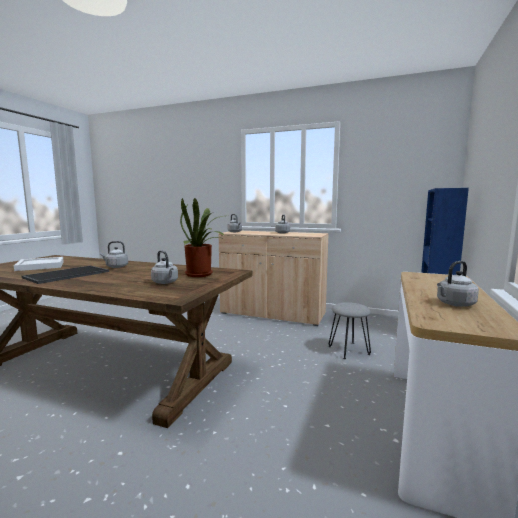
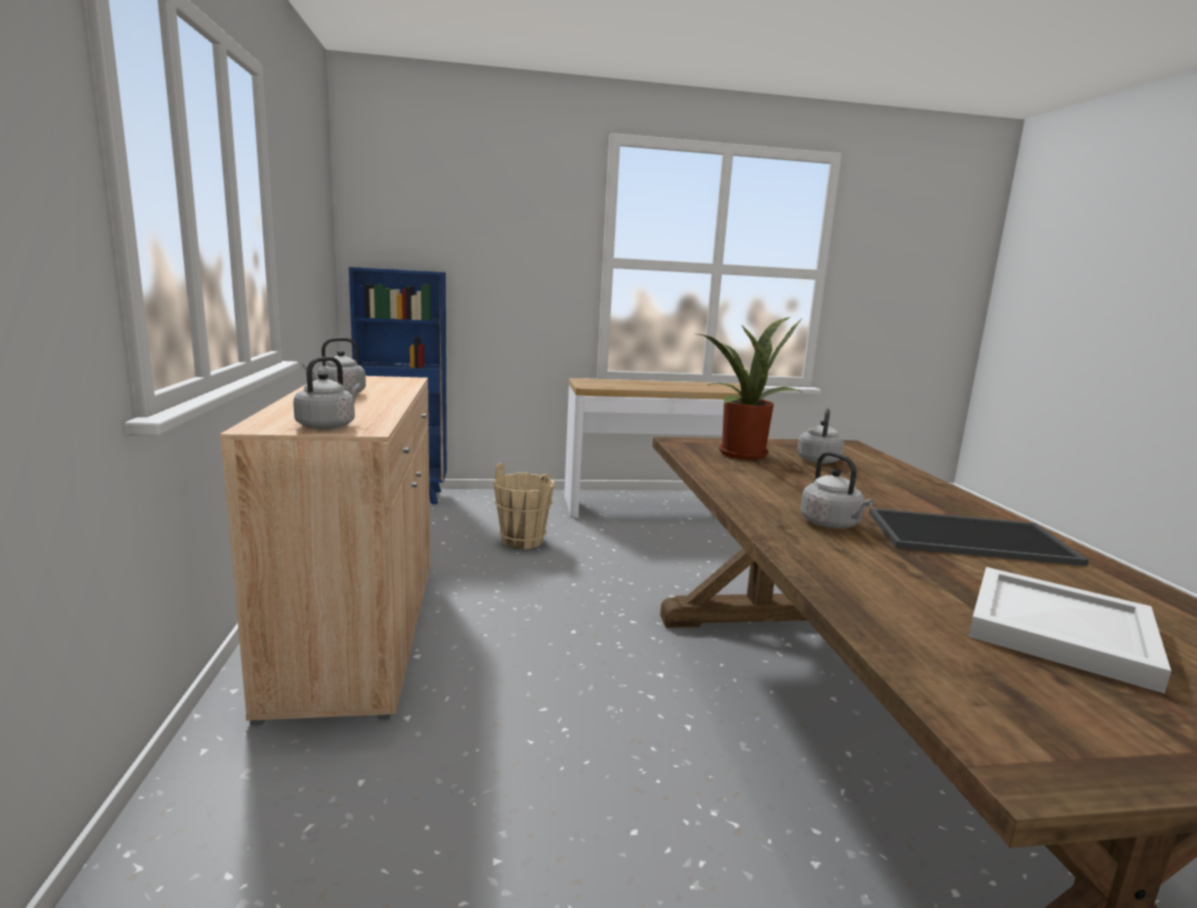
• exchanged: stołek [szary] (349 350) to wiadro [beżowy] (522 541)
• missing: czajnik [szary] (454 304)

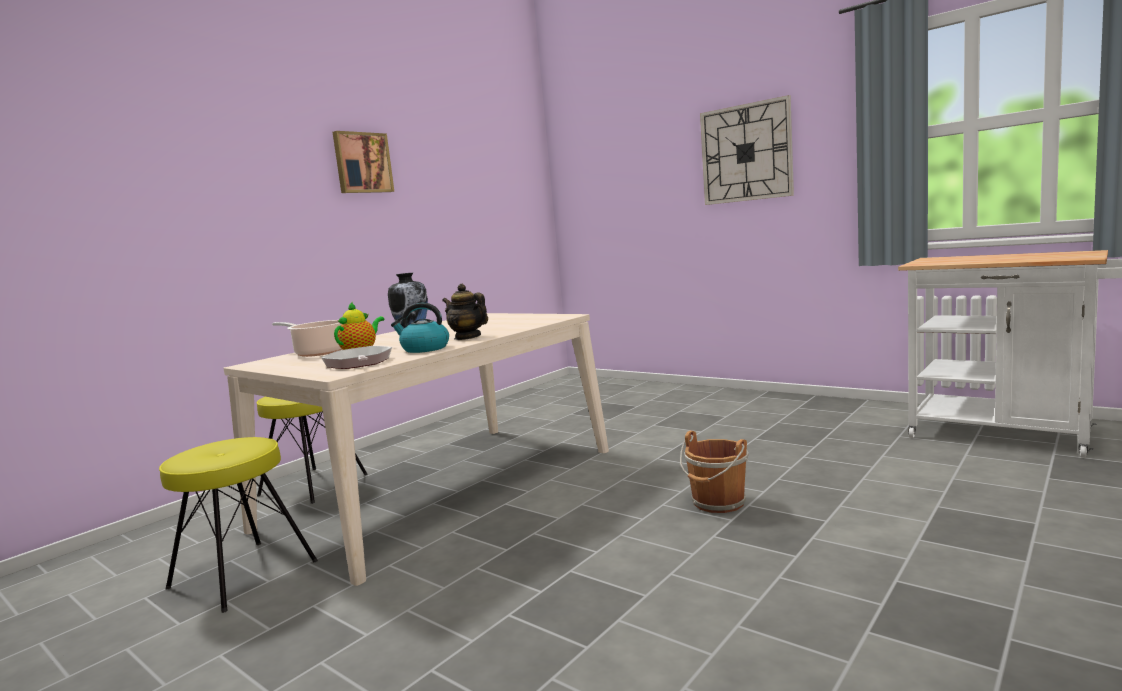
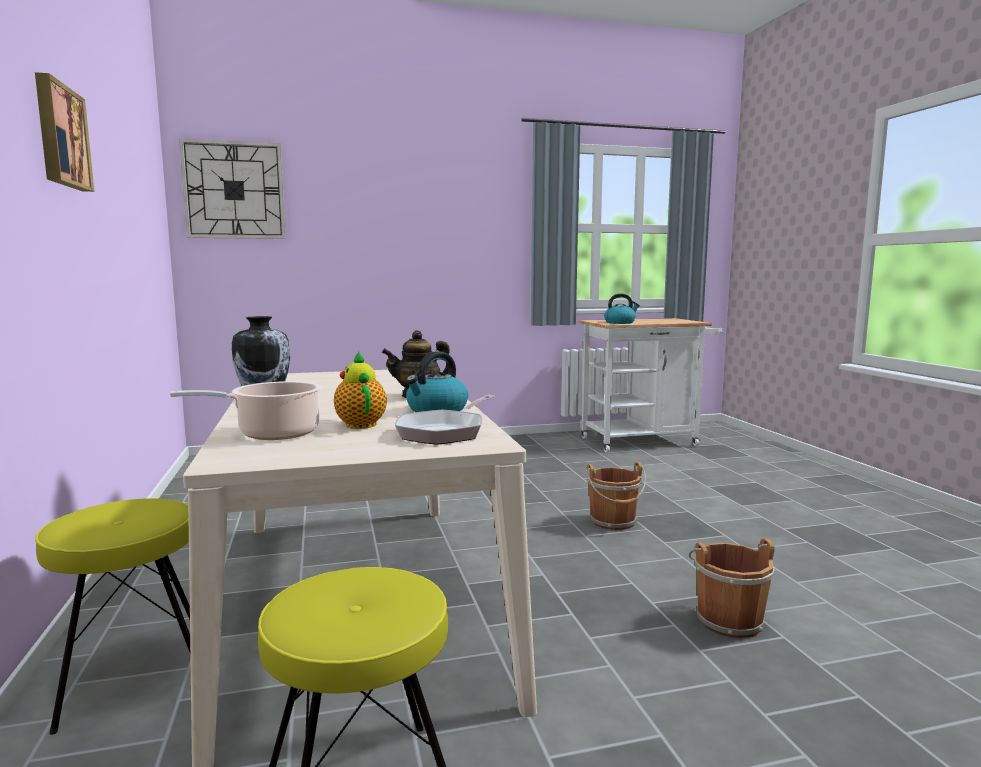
• spun: patelnia (359 364) = (445 432) 75 degrees counterclockwise
• relocated: zegar ścienny (746 153) to (234 190)
• appeared: czajnik (620 322)
• appeared: wiadro [brązowy] (727 619)

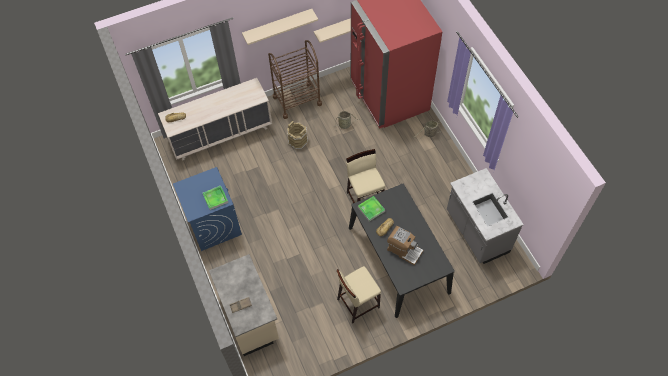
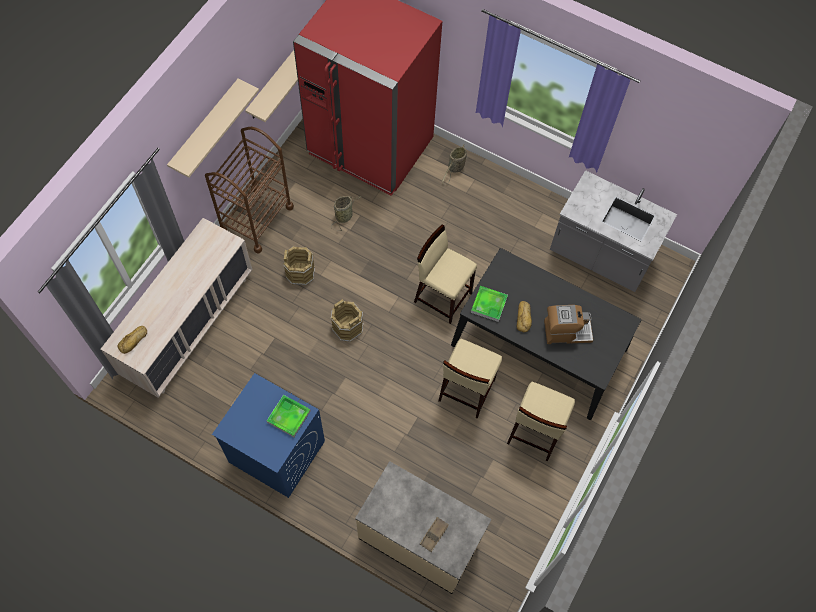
• appeared: wiadro [brązowy] (347 327)
• appeared: stołek [beżowy] (466 390)

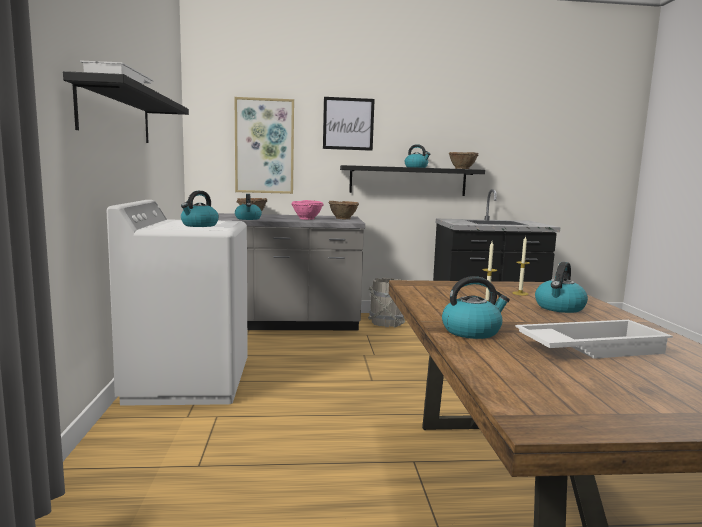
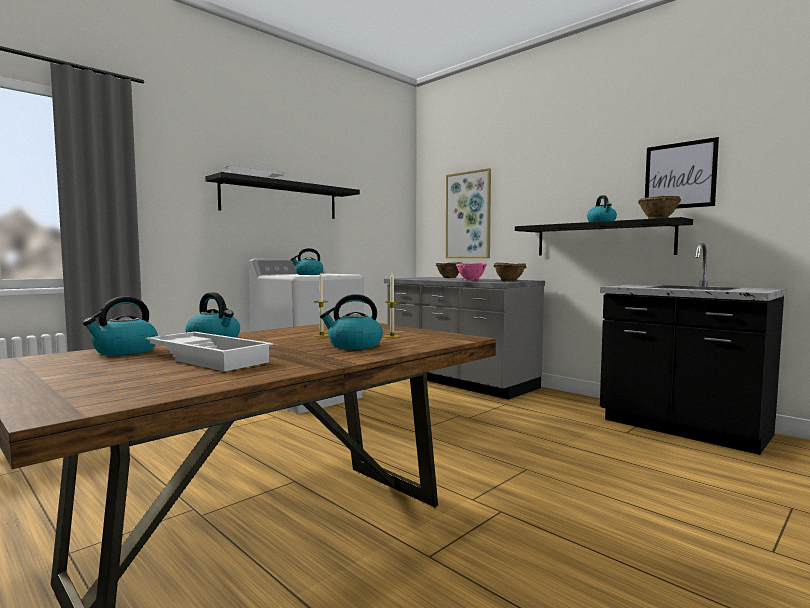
• relocated: czajnik (248 219) to (125 351)
• relocated: obraz (348 124) to (680 175)
• missing: wiadro [szary] (386 323)

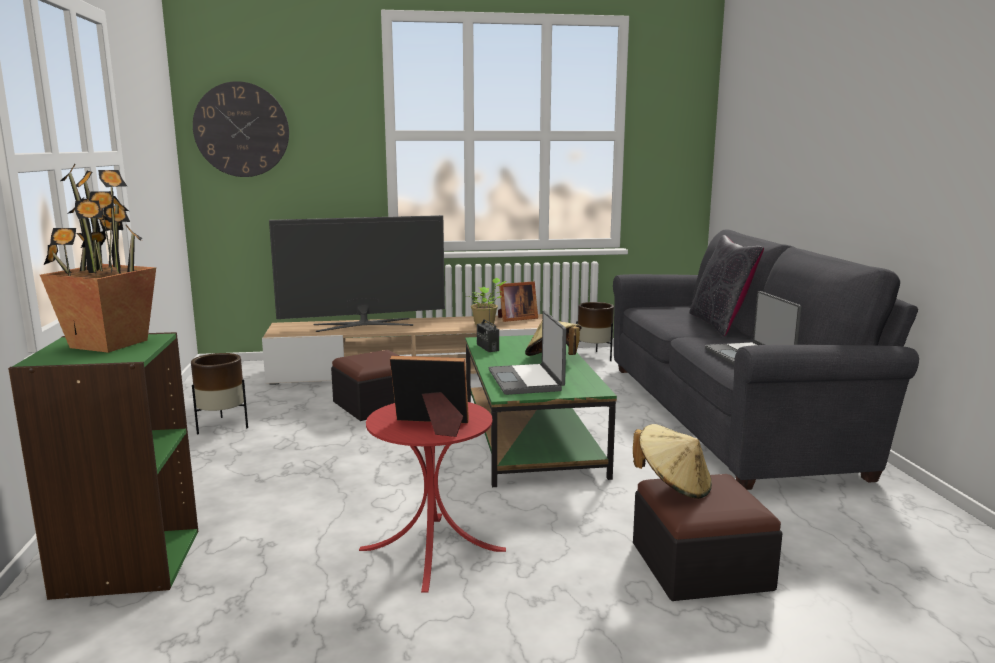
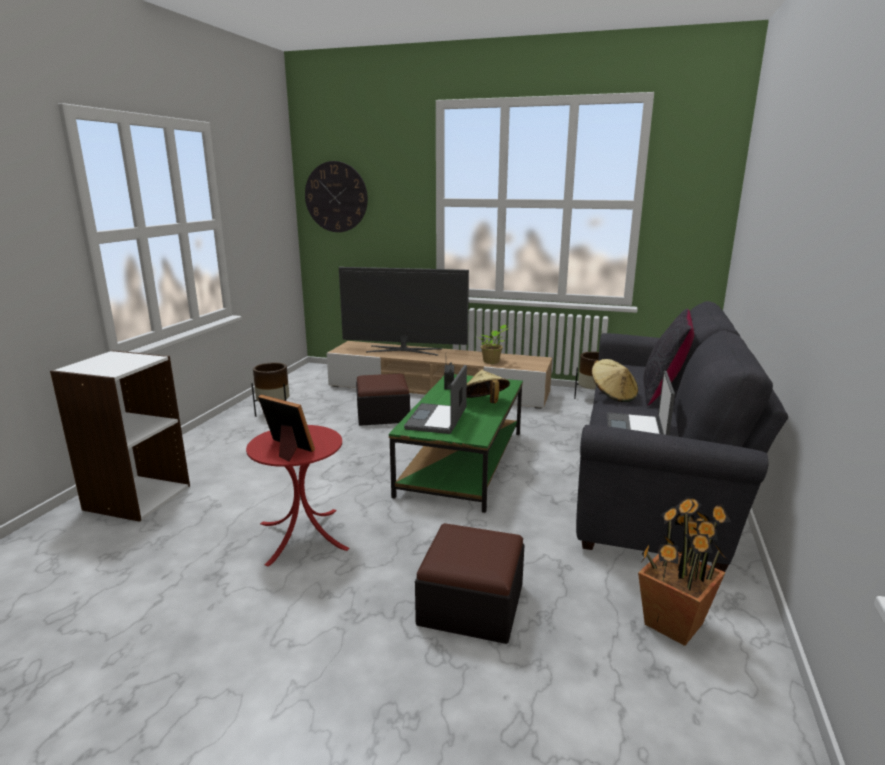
• colour: regał [zielony] (127 562) to regał [biały] (137 497)
• relocated: roślina doniczkowa (109 343) to (673 623)
• missing: ramka na zdjęcie (515 319)
• relocated: kapelusz [beżowy] (673 486) to (613 395)

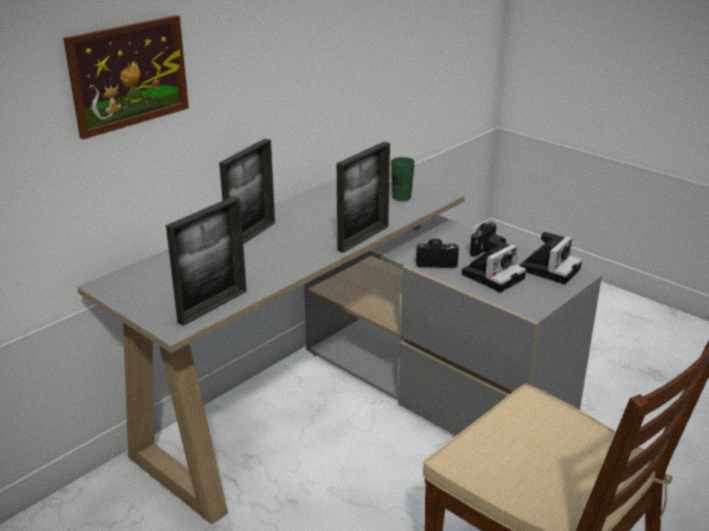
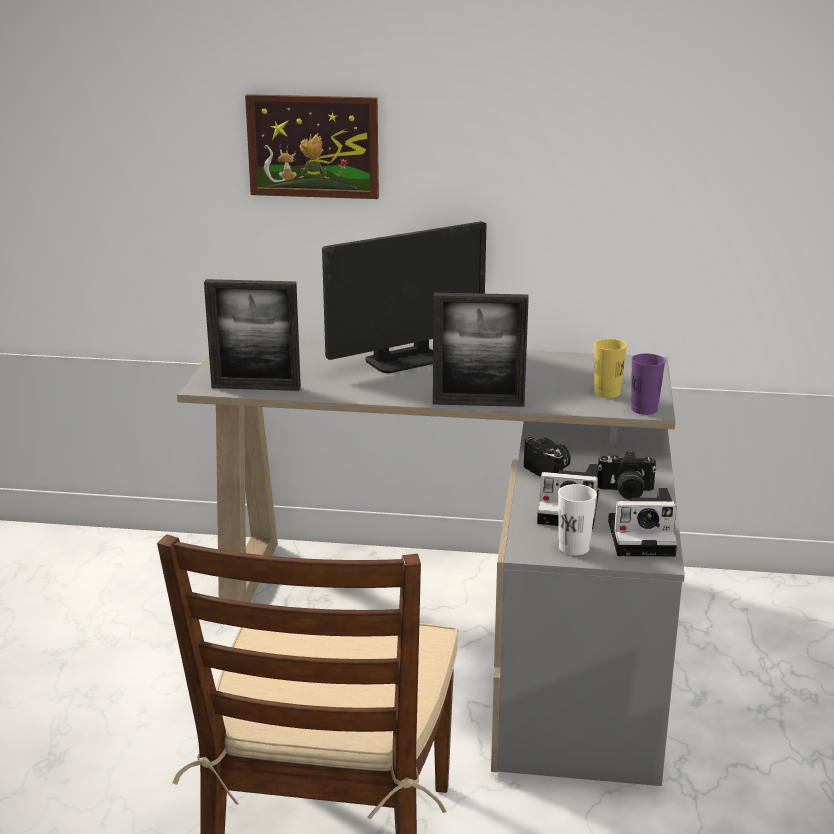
• exchanged: ramka na zdjęcie (251 236) to monitor (404 360)
• colour: filiżanka [zielony] (401 197) to filiżanka [żółty] (607 393)
• appeared: filiżanka [biały] (574 548)
• appeared: filiżanka [fioletowy] (644 409)

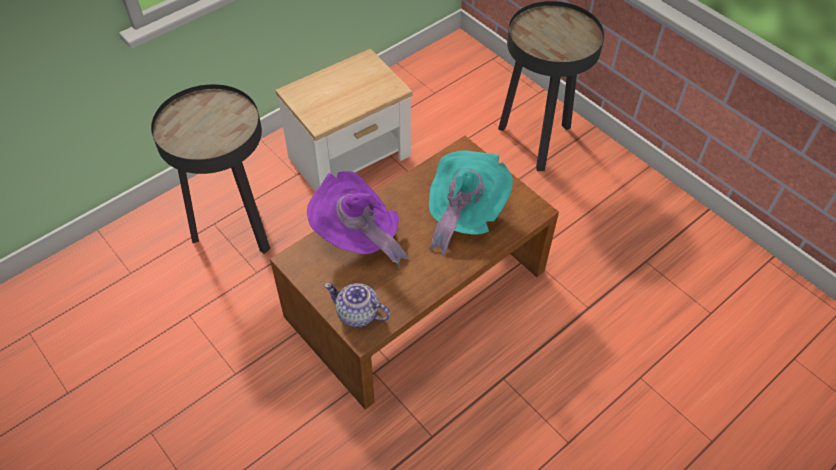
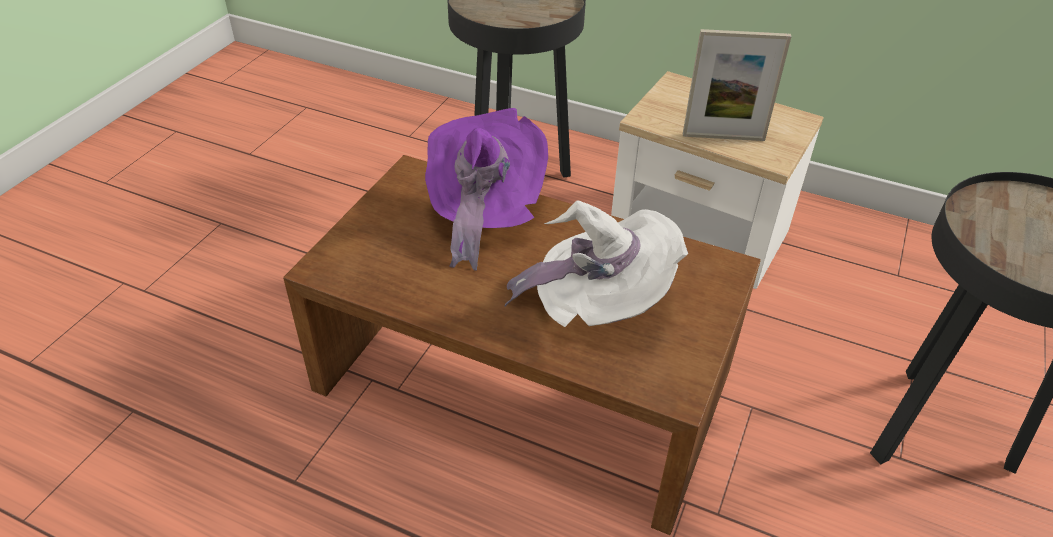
• missing: imbryk (358 314)
• colour: kapelusz [turkusowy] (463 214) to kapelusz [biały] (600 304)
• appeared: ramka na zdjęcie (723 137)

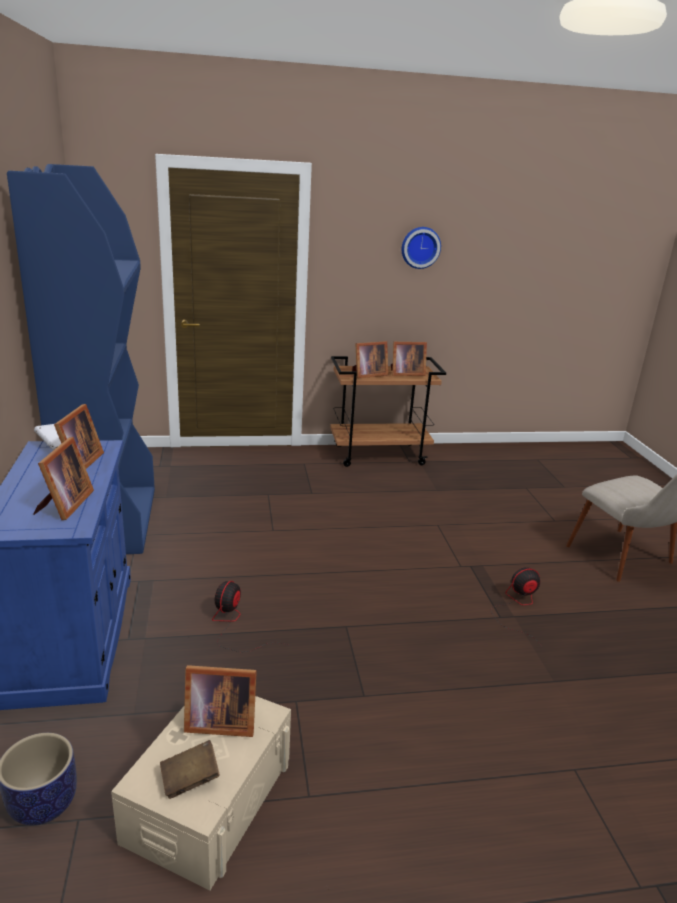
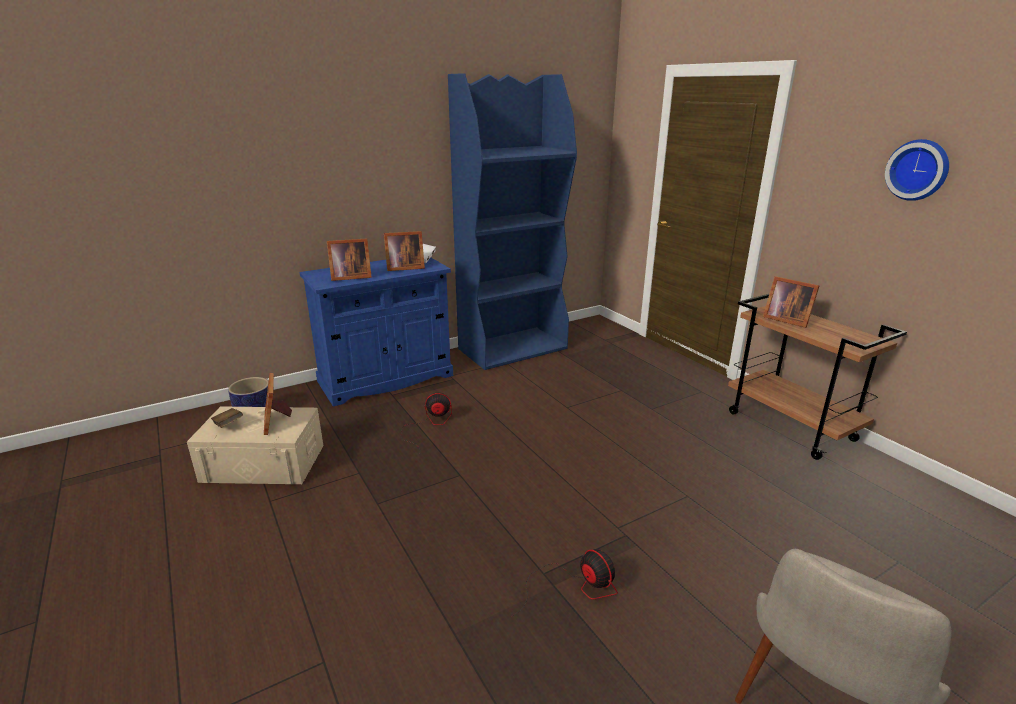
• missing: ramka na zdjęcie (405 373)

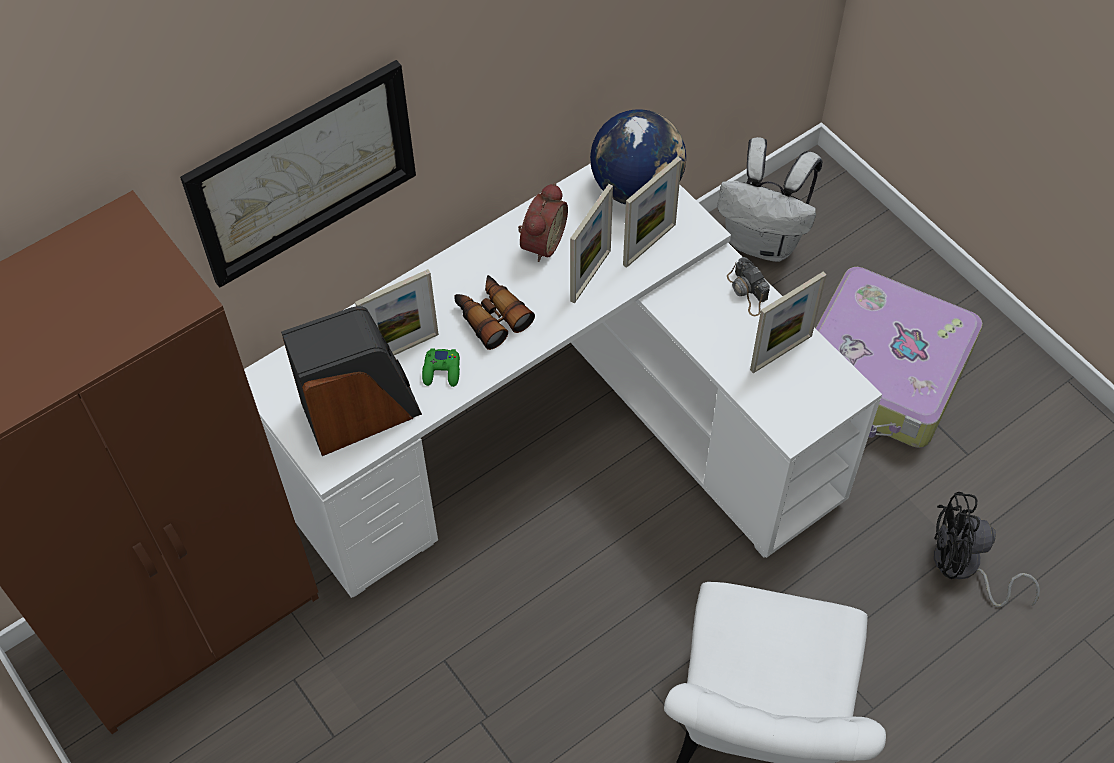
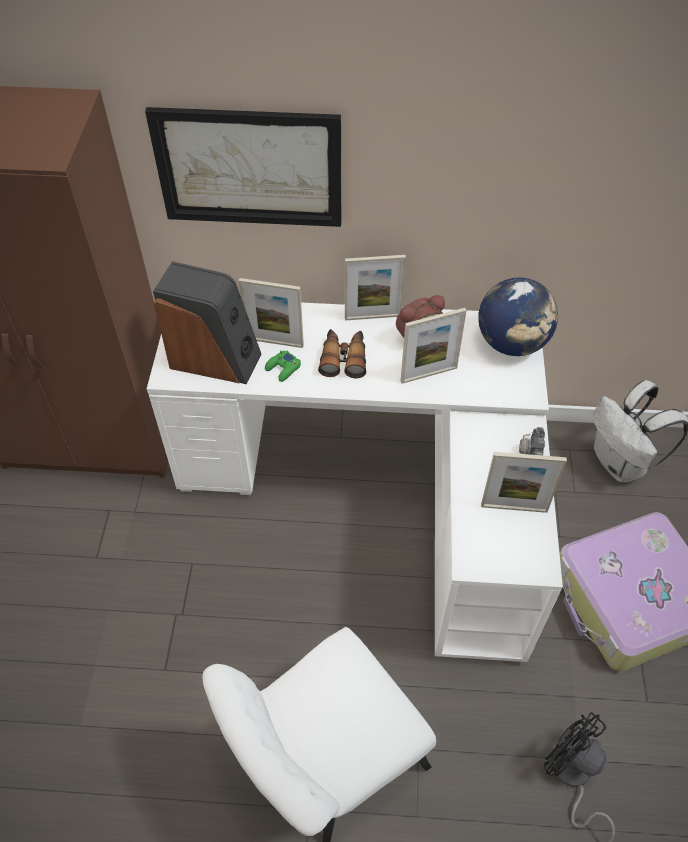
• relocated: ramka na zdjęcie (649 244) to (373 317)

